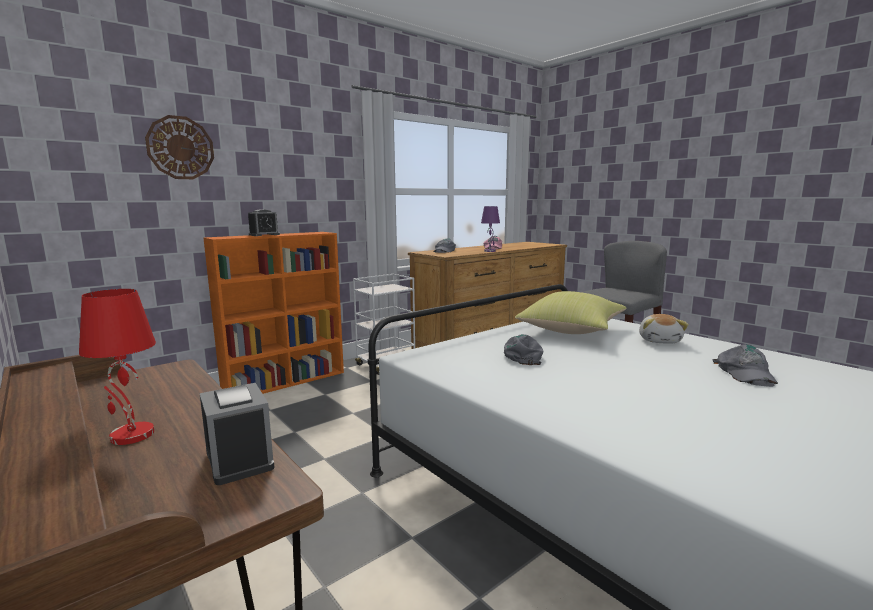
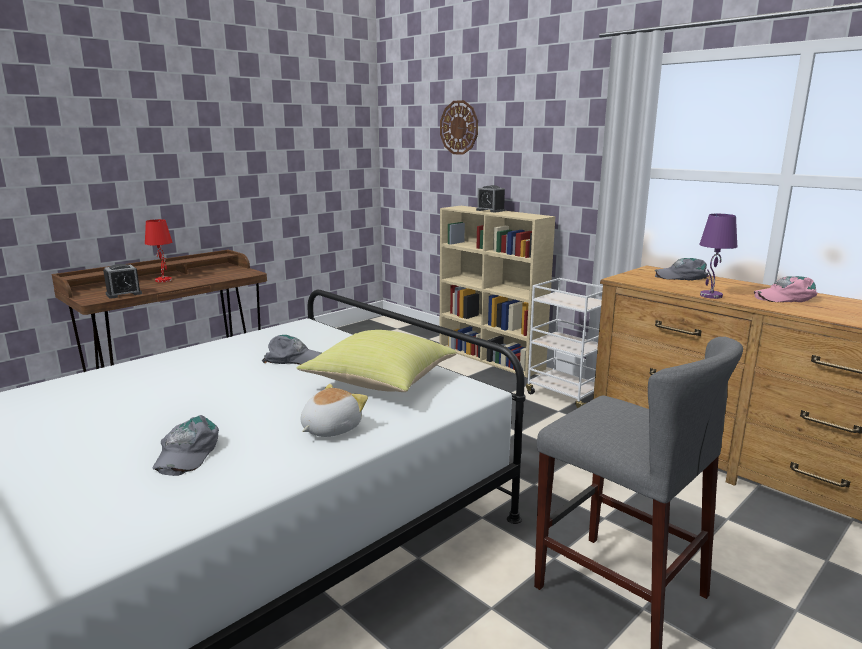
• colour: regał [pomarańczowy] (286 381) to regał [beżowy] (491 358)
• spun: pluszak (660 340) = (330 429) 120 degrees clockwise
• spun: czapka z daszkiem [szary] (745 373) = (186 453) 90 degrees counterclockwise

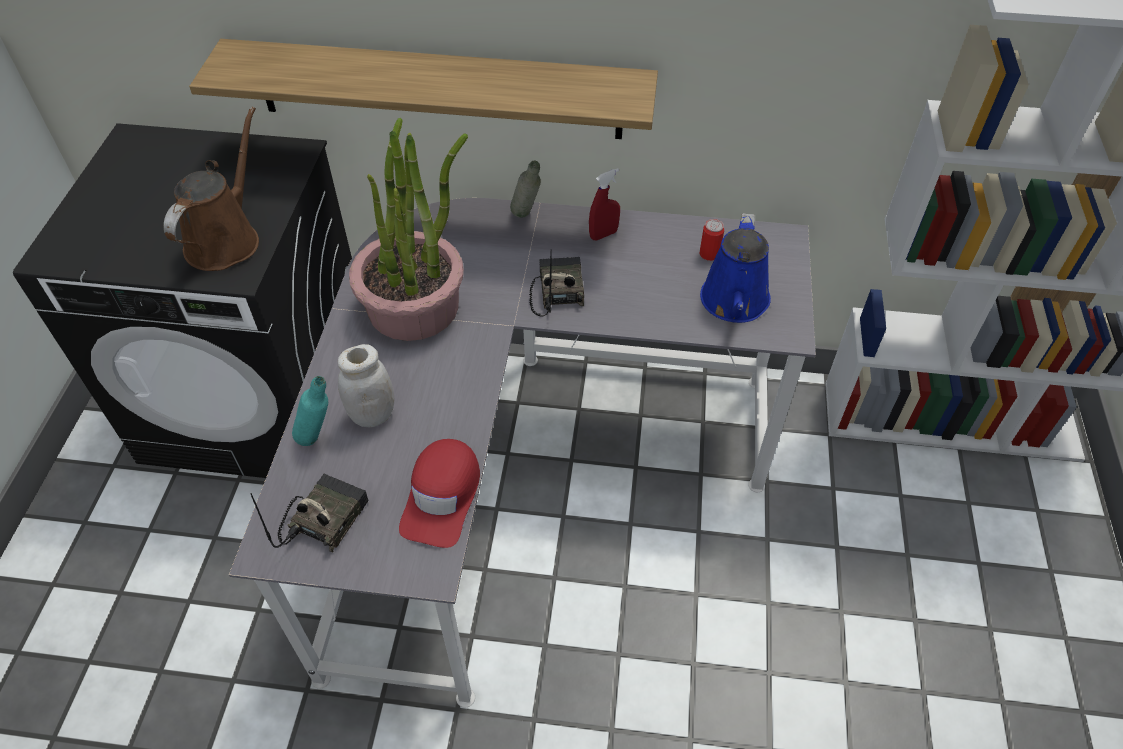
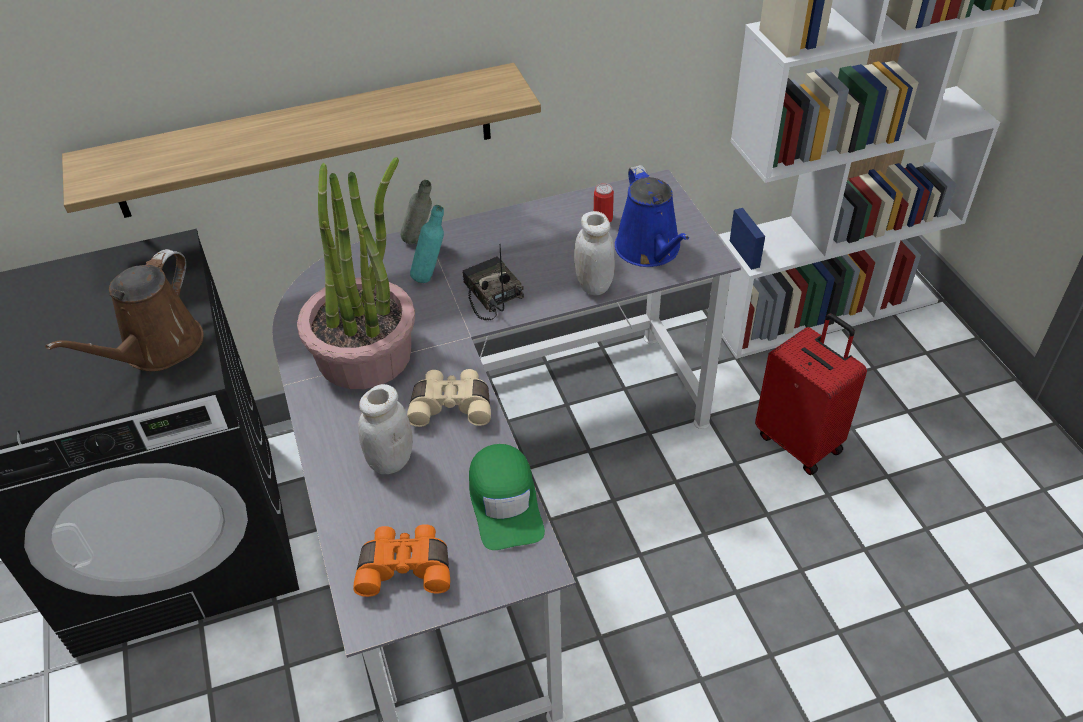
• spun: konewka [brązowy] (226 239) = (157 349) 150 degrees counterclockwise
• exchanged: radio (323 518) to lornetka [pomarańczowy] (405 567)
• relocated: butelka [turkusowy] (319 438) to (431 276)
• colour: czapka z daszkiem [czerwony] (442 497) to czapka z daszkiem [zielony] (505 502)
• missing: spryskiwacz [czerwony] (603 234)
• appeared: lornetka [beżowy] (451 405)
• appeared: słoik [biały] (594 285)
• appeared: walizka [czerwony] (800 442)

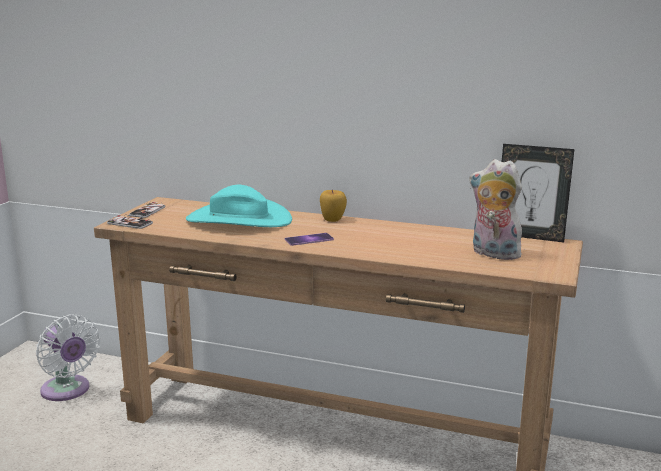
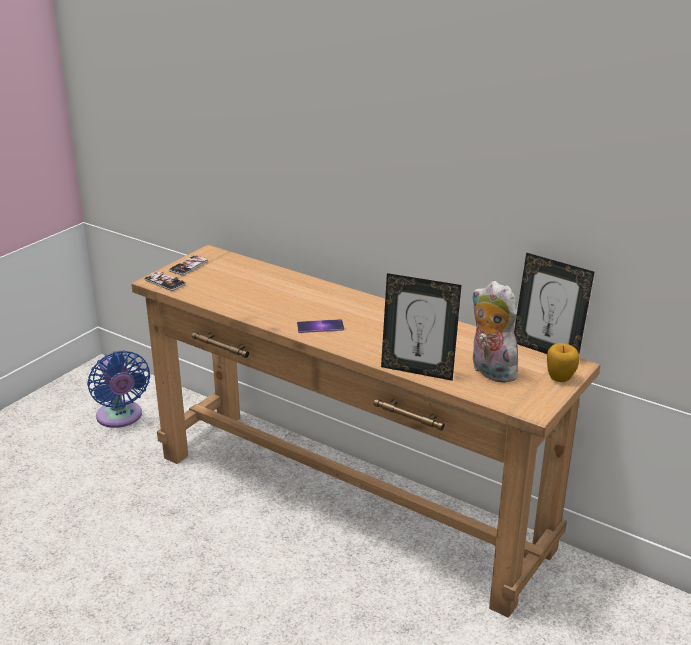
• colour: wentylator [biały] (67 391) to wentylator [niebieski] (120 417)
• missing: kapelusz [turkusowy] (238 220)
• relocated: jabłko (332 219) to (560 378)
• appeared: ramka na zdjęcie (418 370)

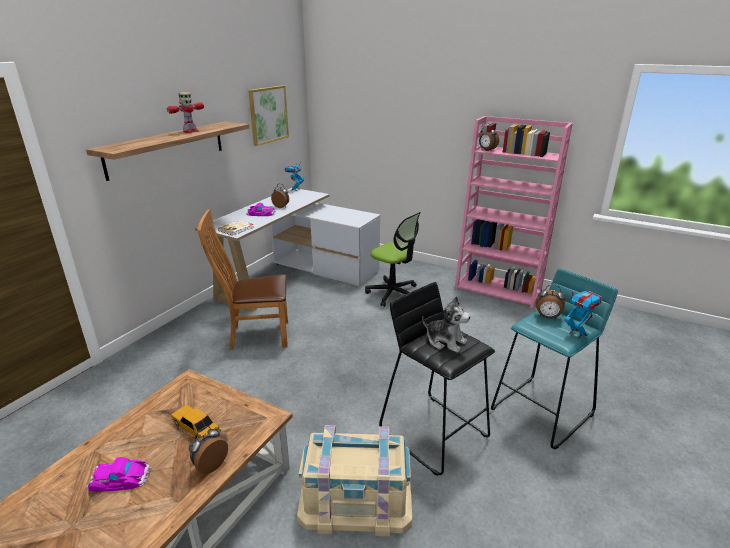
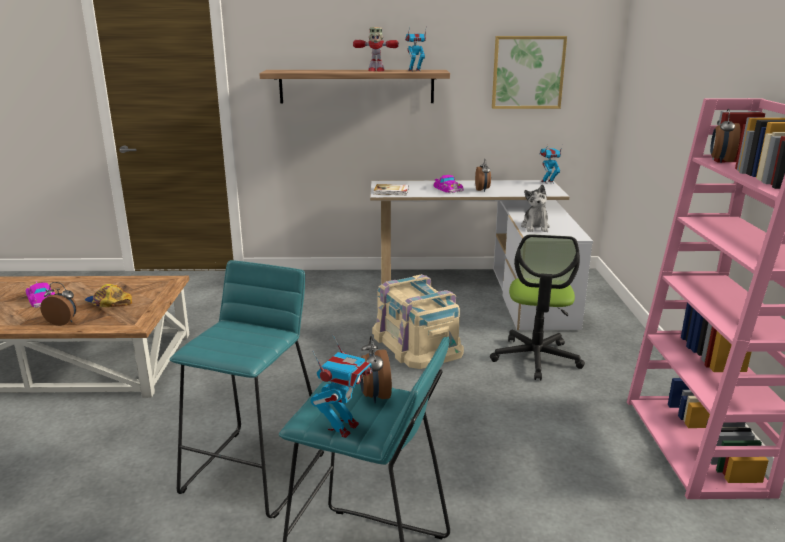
• exchanged: samochodzik (196 428) to czapka z daszkiem (108 303)
• missing: krzesło [brązowy] (255 335)
• relocated: pojemnik do przechowywania [beżowy] (356 498) to (417 342)
• colour: stołek [czarny] (433 432) to stołek [turkusowy] (256 471)
• relocated: pluszak (445 341) to (535 227)
• appeared: robot zabawkowy (414 70)

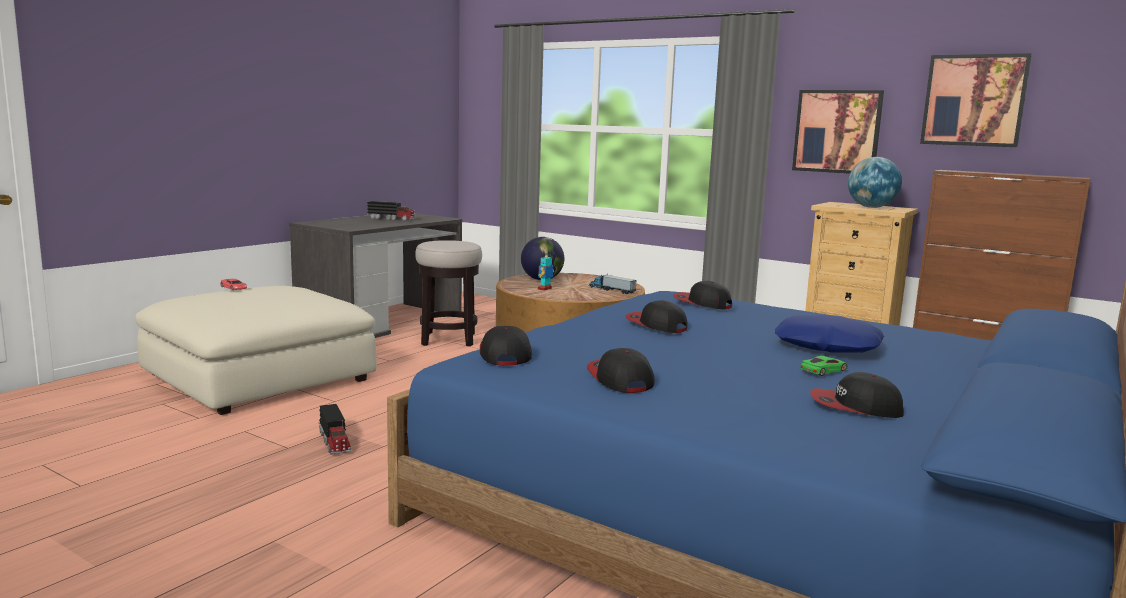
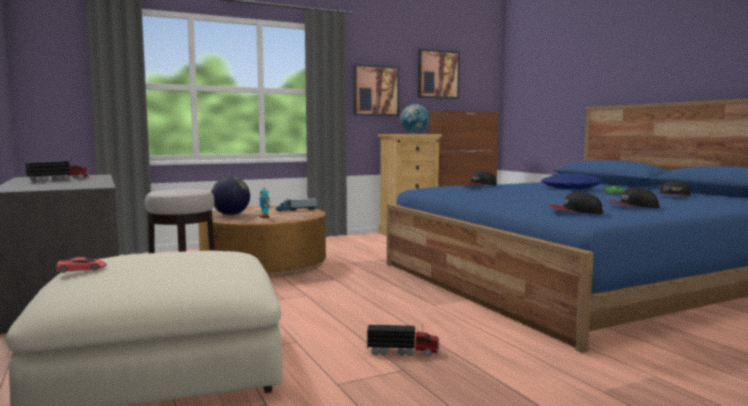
• missing: czapka z daszkiem (656 325)

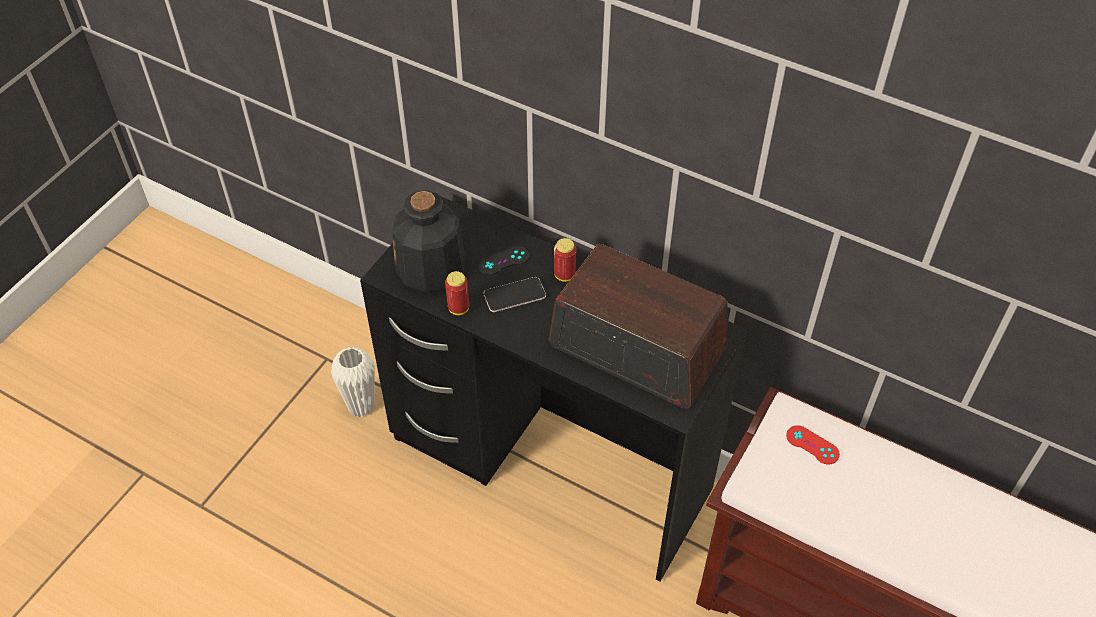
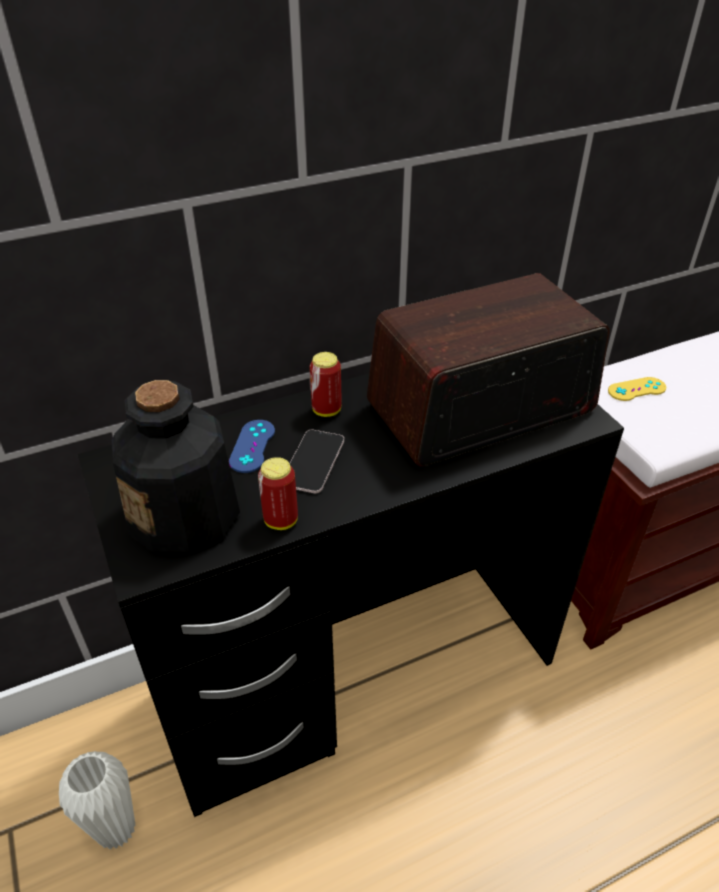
• colour: pad do gier [czarny] (504 261) to pad do gier [niebieski] (252 446)
• colour: pad do gier [czerwony] (812 445) to pad do gier [żółty] (636 389)

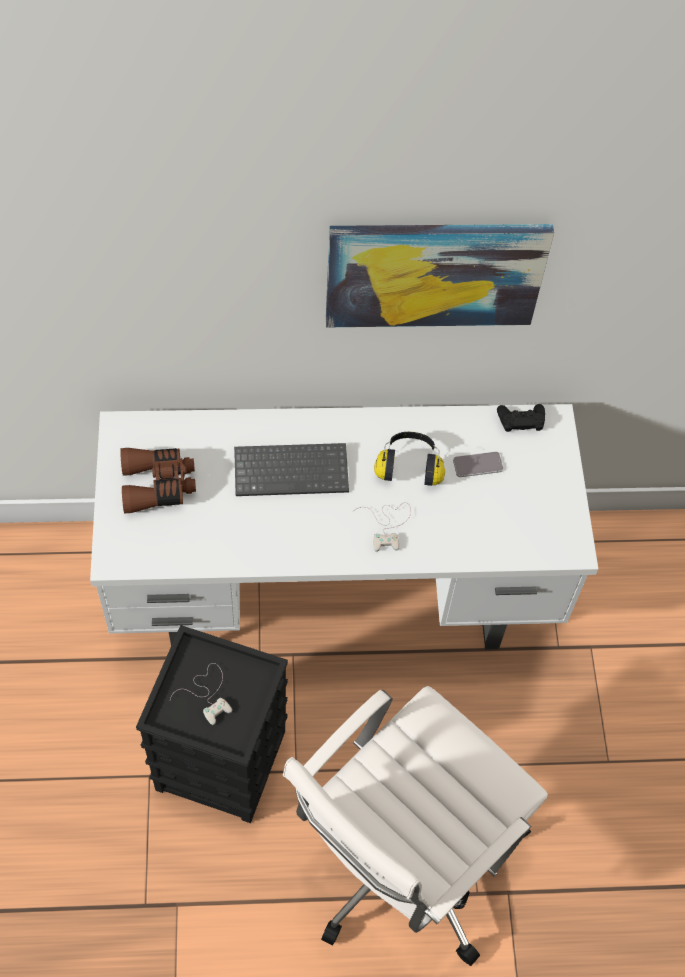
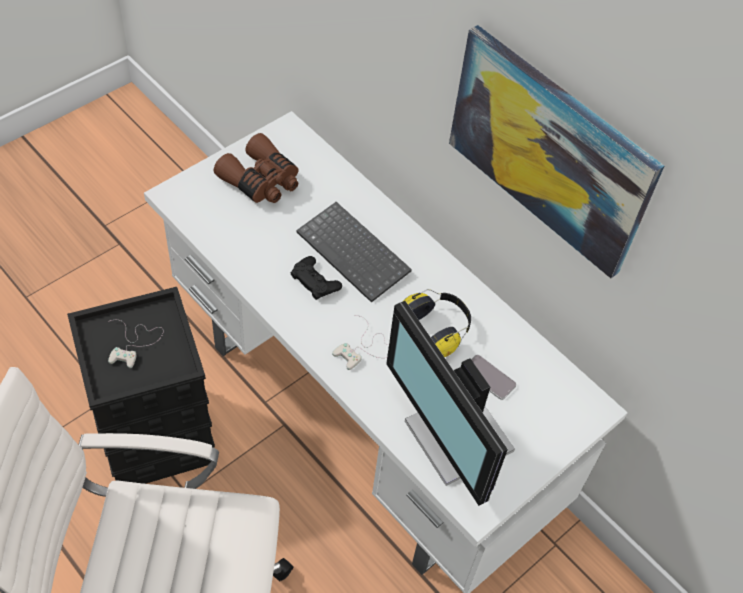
• relocated: pad do gier [czarny] (521 420) to (315 281)
• appeared: monitor (455 439)

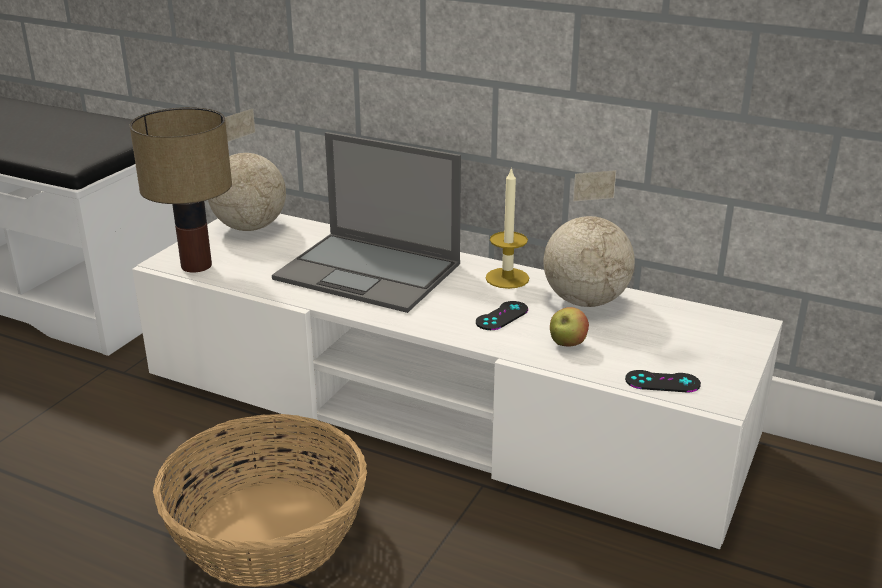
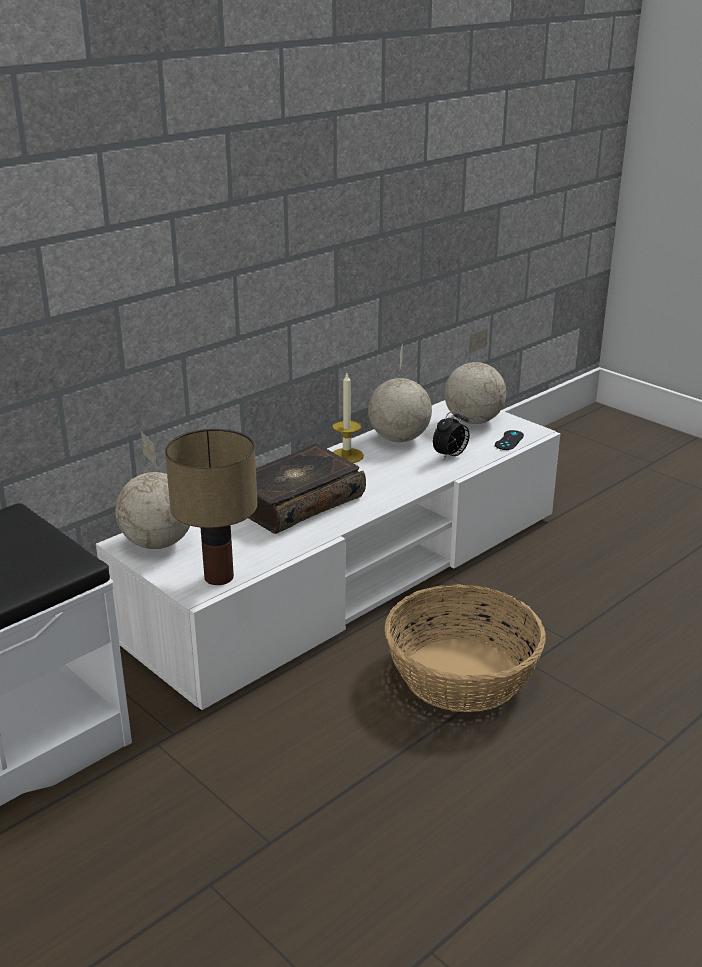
• exchanged: laptop (370 272) to książka (296 502)
• missing: pad do gier [czarny] (502 316)
• exchanged: jabłko (567 344) to budzik (450 456)
• appeared: globus (472 421)

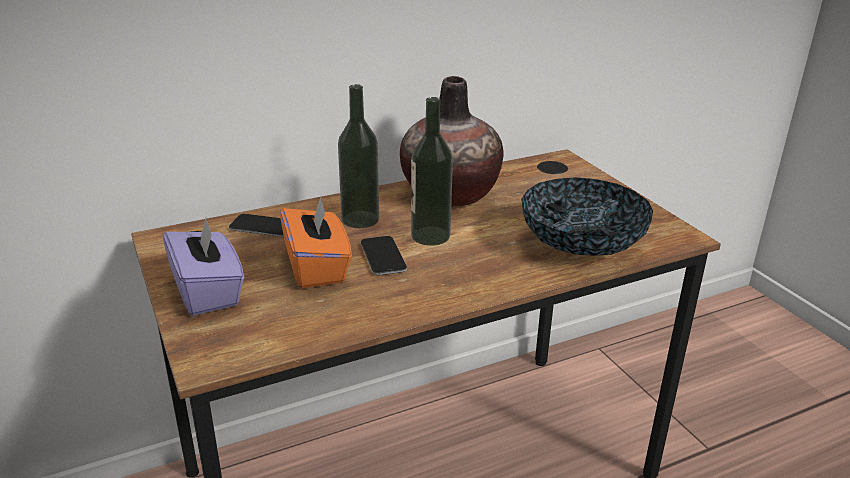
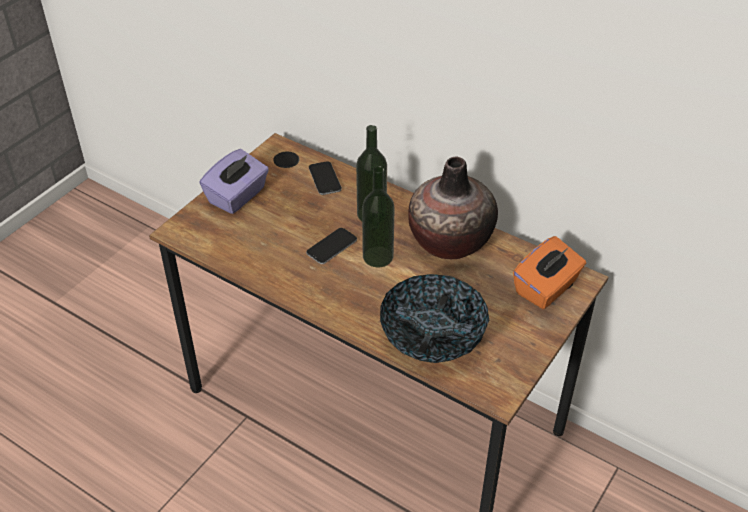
• relocated: pudełko chusteczek [pomarańczowy] (317 268) to (546 288)

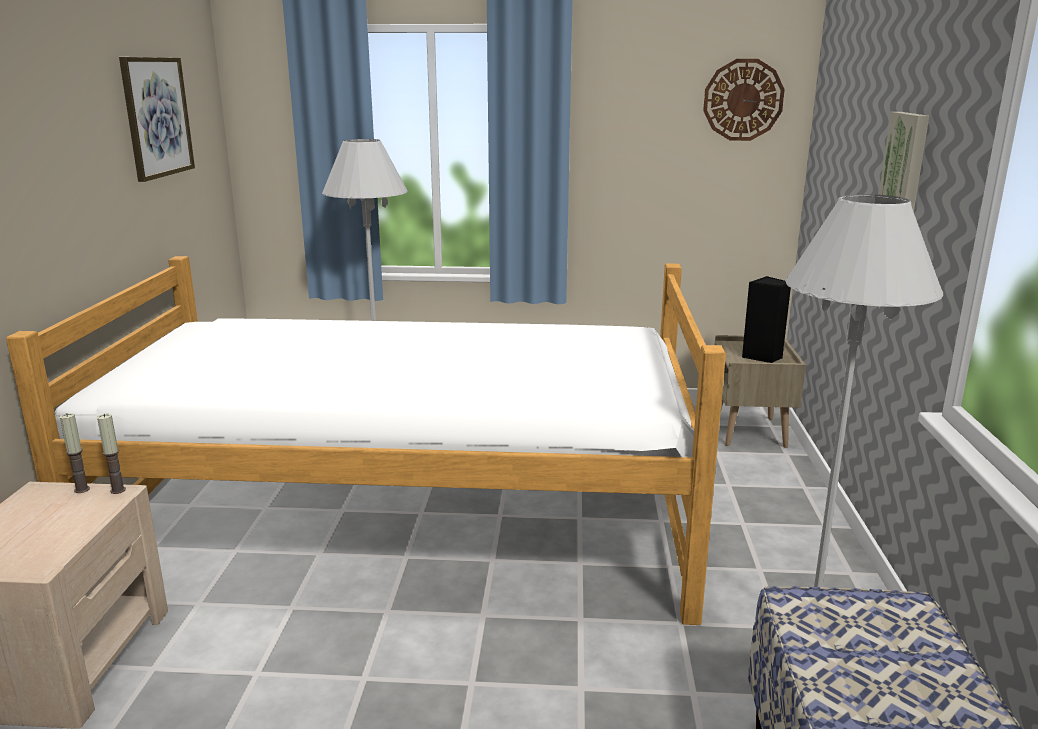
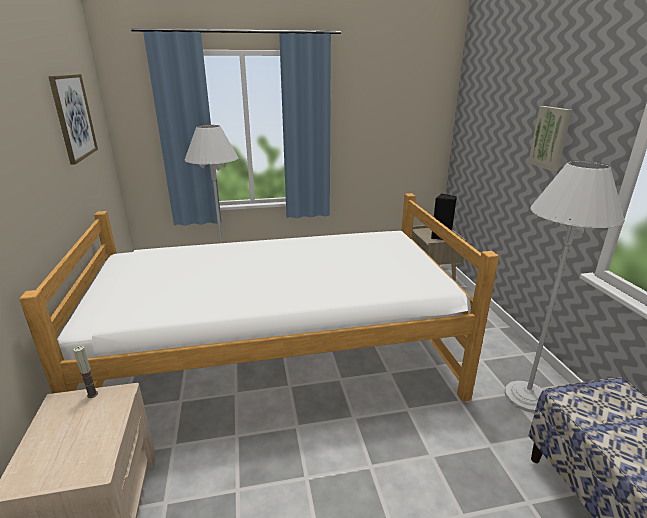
• missing: świeca (118 490)
• missing: zegar ścienny (743 100)

